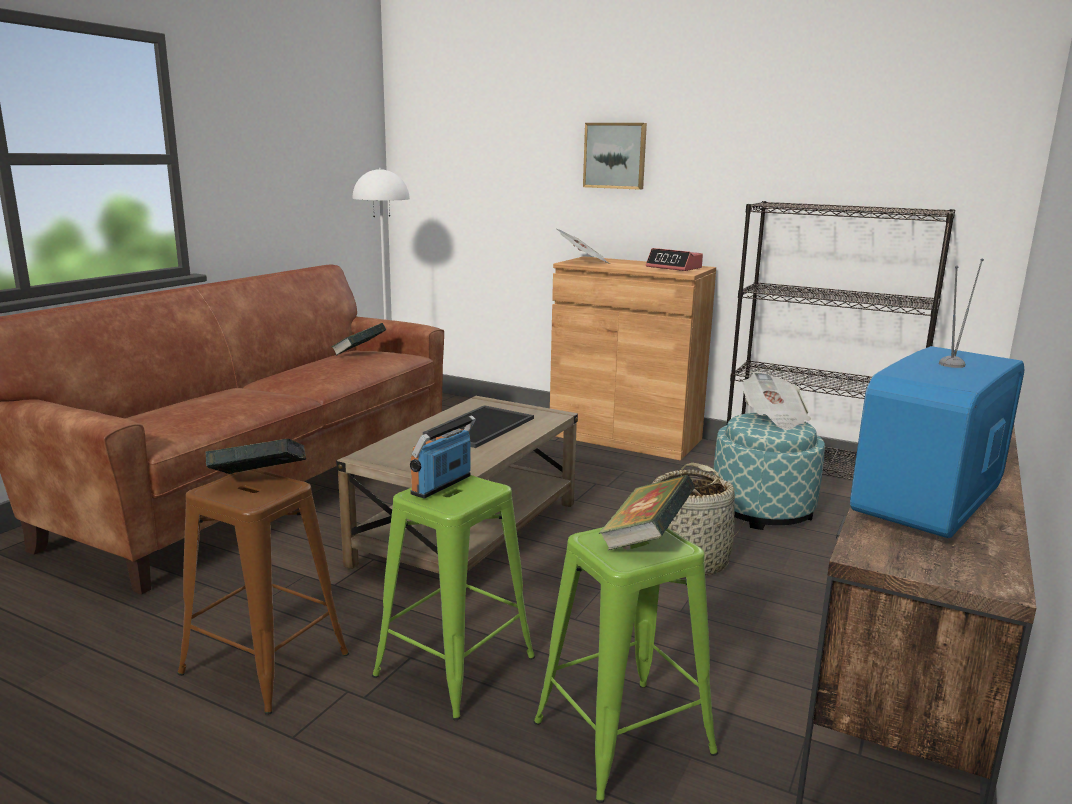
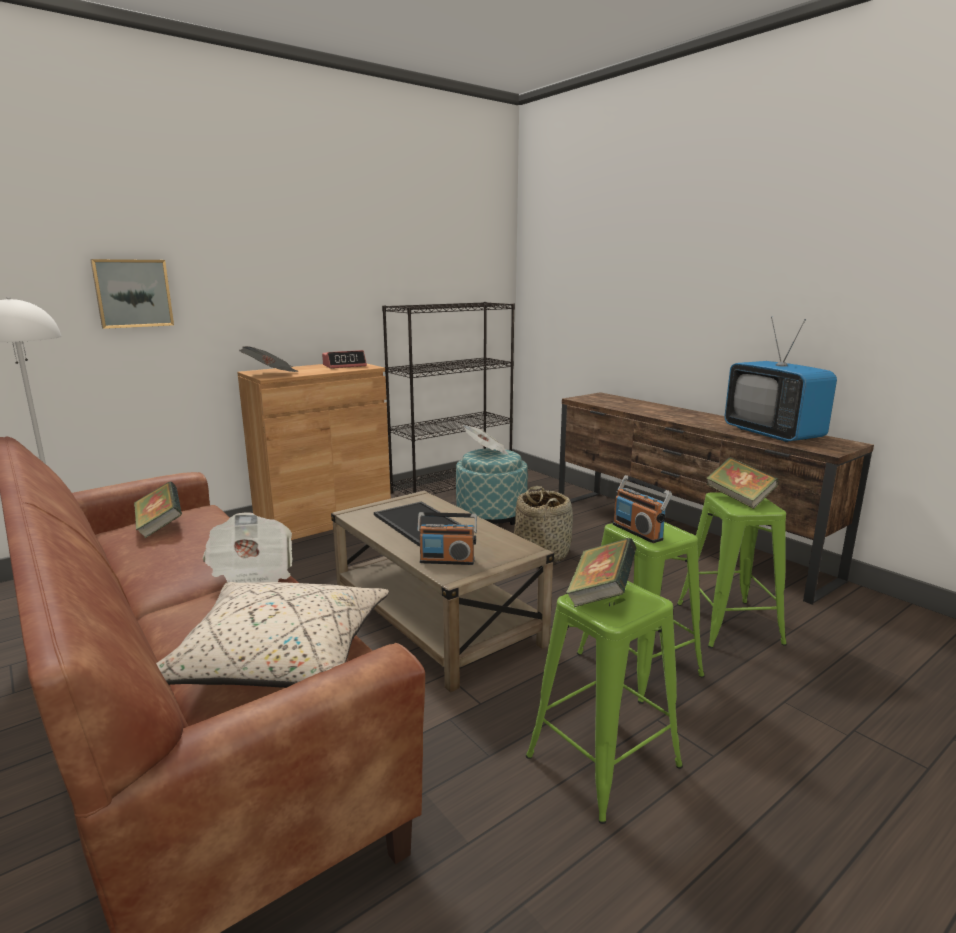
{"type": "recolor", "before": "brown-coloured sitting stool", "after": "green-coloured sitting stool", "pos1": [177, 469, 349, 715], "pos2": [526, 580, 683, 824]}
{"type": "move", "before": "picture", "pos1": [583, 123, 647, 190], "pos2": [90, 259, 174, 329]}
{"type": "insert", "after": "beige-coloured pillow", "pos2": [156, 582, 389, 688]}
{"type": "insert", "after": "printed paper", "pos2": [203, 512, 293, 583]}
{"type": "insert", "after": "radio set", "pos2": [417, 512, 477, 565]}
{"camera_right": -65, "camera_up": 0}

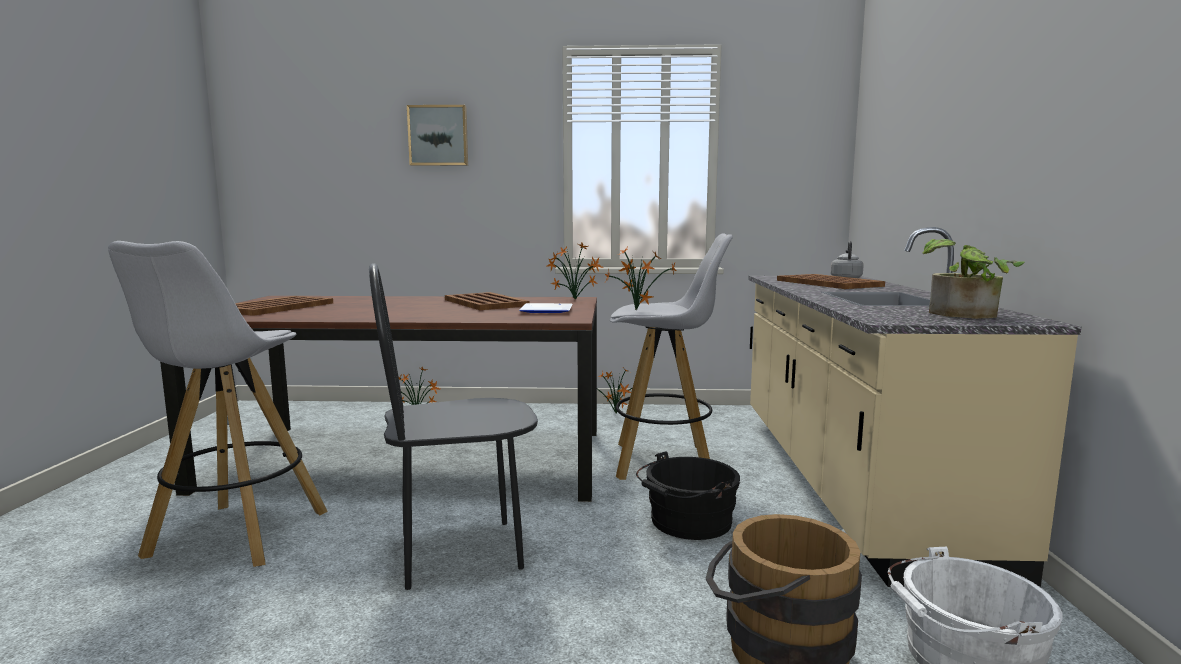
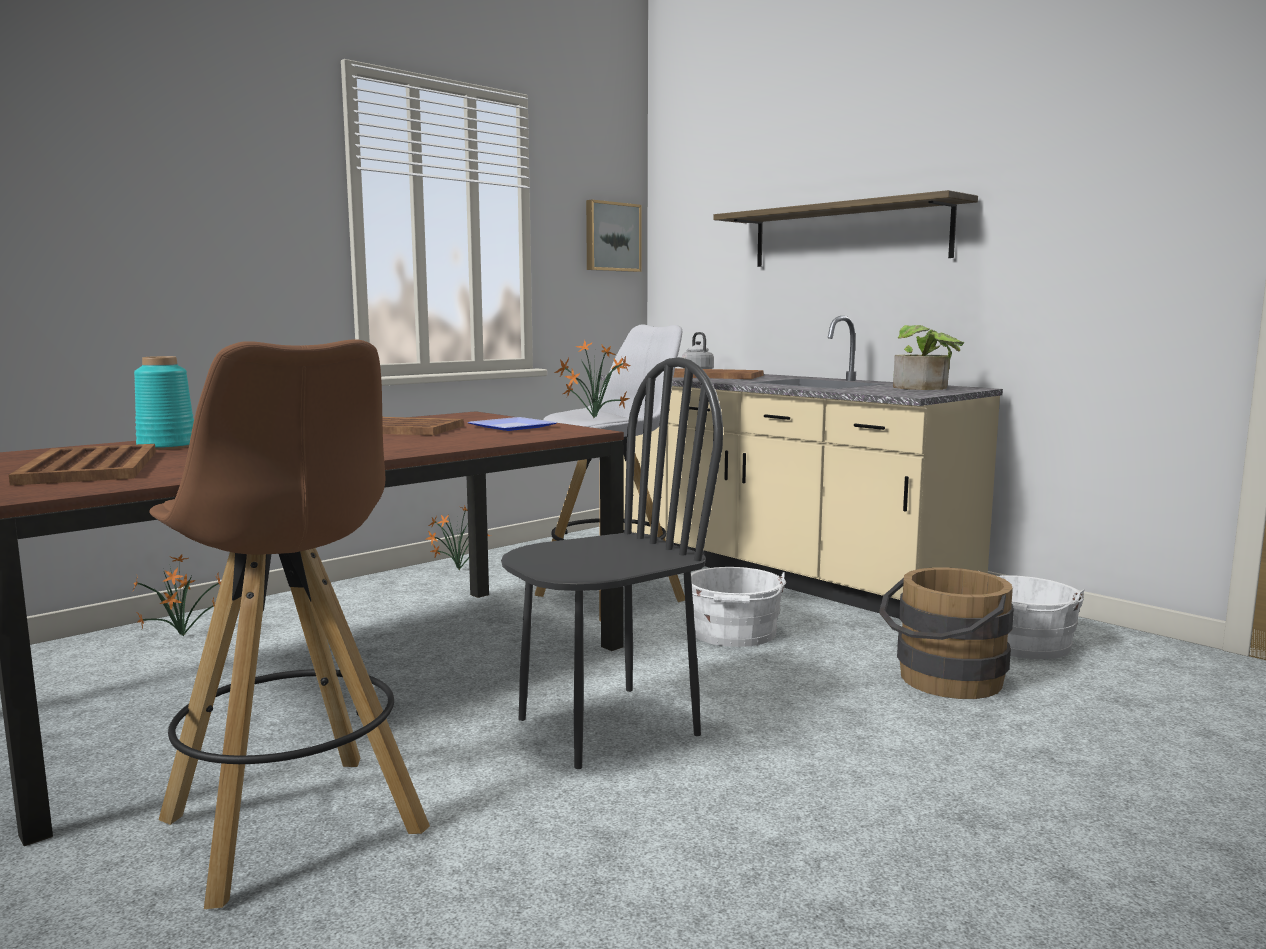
{"type": "recolor", "before": "whitish sitting stool", "after": "brown-coloured sitting stool", "pos1": [108, 241, 328, 567], "pos2": [149, 339, 430, 909]}
{"type": "rotate", "before": "black-coloured chair", "pos1": [369, 263, 538, 590], "pos2": [501, 357, 723, 769], "turn": -150}
{"type": "move", "before": "picture", "pos1": [407, 105, 468, 166], "pos2": [586, 200, 642, 272]}
{"type": "delete", "before": "plant in a pot", "pos1": [547, 243, 604, 300]}
{"type": "recolor", "before": "black-coloured bucket", "after": "whitish bucket", "pos1": [636, 451, 740, 540], "pos2": [683, 567, 786, 647]}
{"type": "insert", "after": "turquoise-coloured flower vase", "pos2": [134, 356, 194, 450]}
{"type": "insert", "after": "shelf", "pos2": [713, 190, 978, 267]}
{"camera_right": -45, "camera_up": 0}

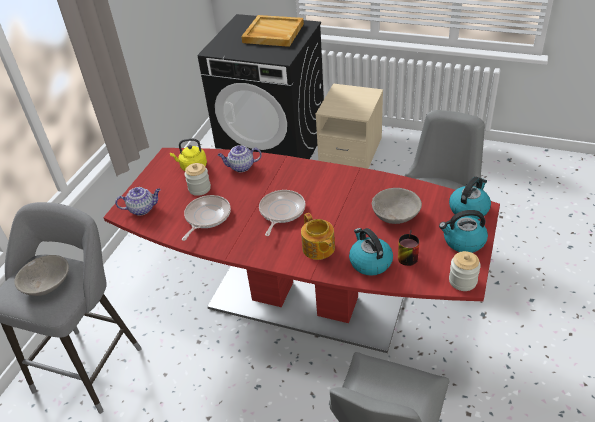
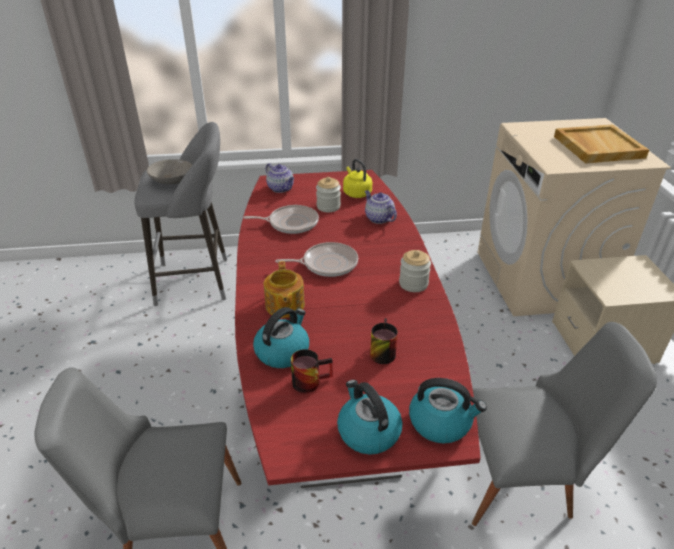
{"type": "recolor", "before": "black-coloured laundry appliance", "after": "beige-coloured laundry appliance", "pos1": [198, 14, 324, 159], "pos2": [477, 118, 671, 316]}
{"type": "rotate", "before": "pot for tea", "pos1": [301, 213, 335, 260], "pos2": [264, 261, 305, 318], "turn": -45}
{"type": "replace", "before": "gray bowl", "after": "coffee mug", "pos1": [372, 188, 422, 224], "pos2": [370, 318, 398, 364]}
{"type": "move", "before": "preserve jar", "pos1": [449, 251, 481, 291], "pos2": [399, 250, 431, 292]}
{"camera_right": 60, "camera_up": -5}

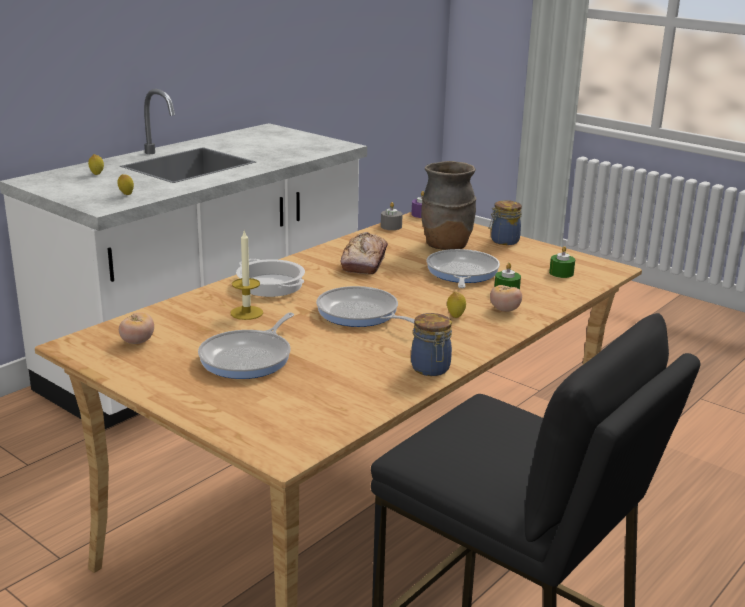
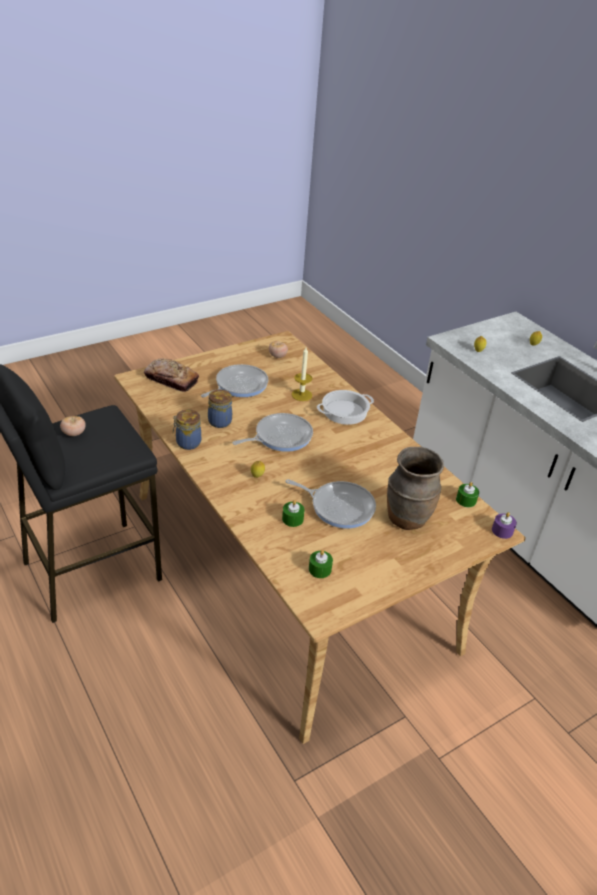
{"type": "rotate", "before": "pan", "pos1": [198, 313, 294, 379], "pos2": [201, 364, 269, 398], "turn": 90}
{"type": "move", "before": "bakery bread", "pos1": [340, 232, 388, 274], "pos2": [144, 358, 199, 392]}
{"type": "recolor", "before": "gray candle", "after": "green-coloured candle", "pos1": [381, 202, 403, 230], "pos2": [456, 482, 479, 508]}
{"type": "move", "before": "preserve jar", "pos1": [489, 200, 522, 245], "pos2": [208, 389, 232, 428]}
{"type": "move", "before": "whole tomato", "pos1": [490, 285, 522, 312], "pos2": [60, 416, 86, 436]}
{"camera_right": 105, "camera_up": 15}

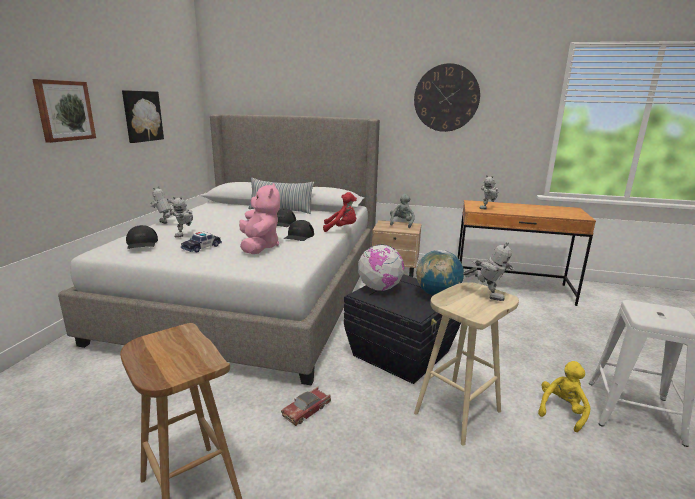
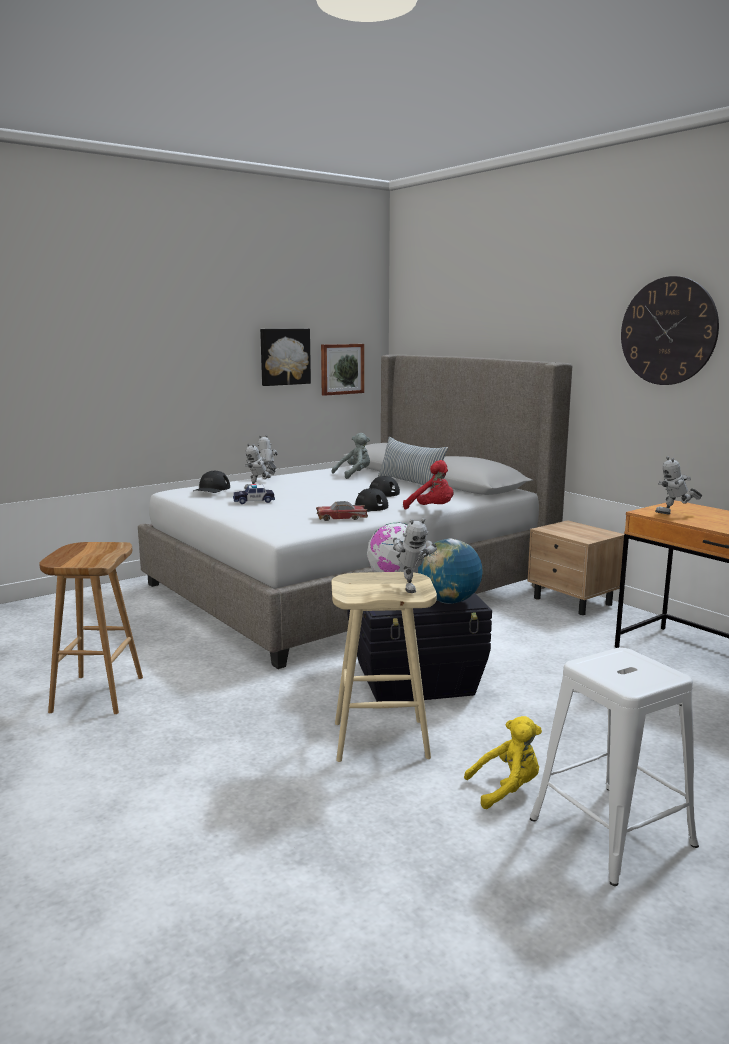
{"type": "move", "before": "picture", "pos1": [32, 79, 96, 143], "pos2": [321, 344, 364, 396]}
{"type": "delete", "before": "pink-coloured soft toy", "pos1": [239, 183, 280, 254]}
{"type": "move", "before": "toy car", "pos1": [281, 387, 331, 426], "pos2": [316, 501, 368, 521]}
{"type": "move", "before": "gray soft toy", "pos1": [390, 194, 415, 228], "pos2": [331, 433, 370, 479]}
{"camera_right": 40, "camera_up": -5}

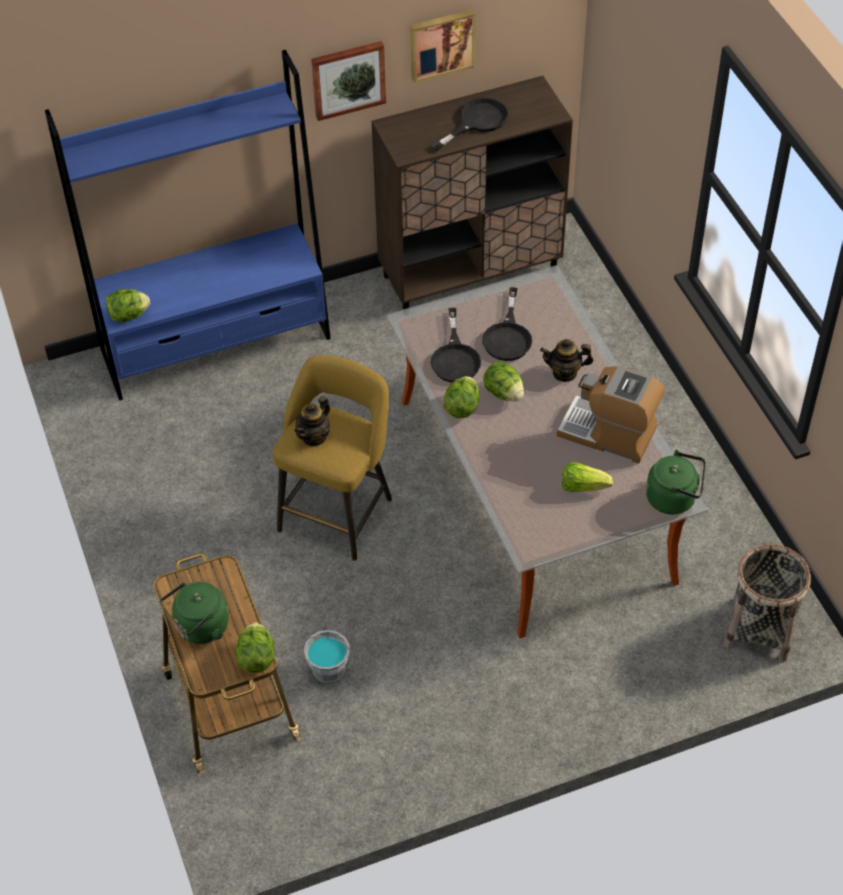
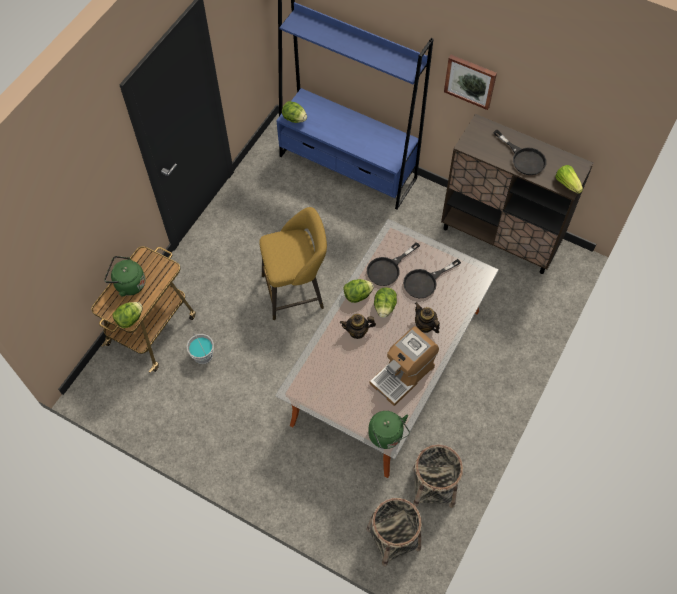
{"type": "move", "before": "pot for tea", "pos1": [294, 396, 330, 447], "pos2": [340, 314, 376, 339]}
{"type": "delete", "before": "picture", "pos1": [410, 9, 476, 83]}
{"type": "rotate", "before": "black-coloured pan", "pos1": [431, 98, 508, 151], "pos2": [493, 130, 546, 175], "turn": 45}
{"type": "rotate", "before": "coffee maker", "pos1": [557, 366, 665, 463], "pos2": [369, 326, 439, 406], "turn": -120}
{"type": "move", "before": "head of lettuce", "pos1": [562, 462, 613, 492], "pos2": [555, 165, 583, 194]}
{"type": "insert", "after": "basket", "pos2": [413, 444, 463, 508]}
{"camera_right": 50, "camera_up": 10}

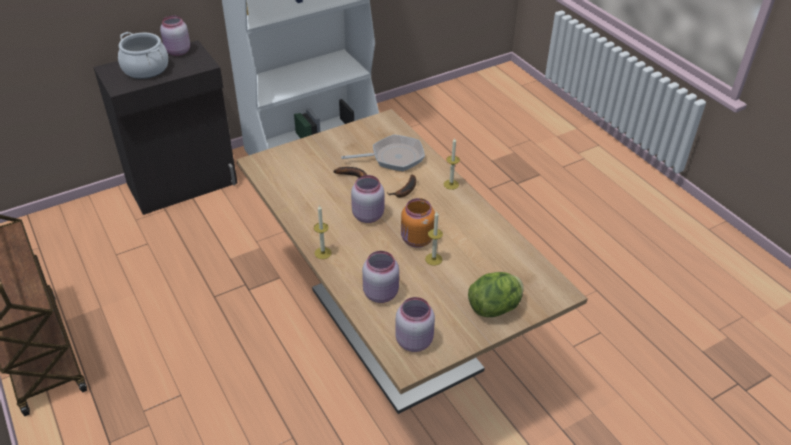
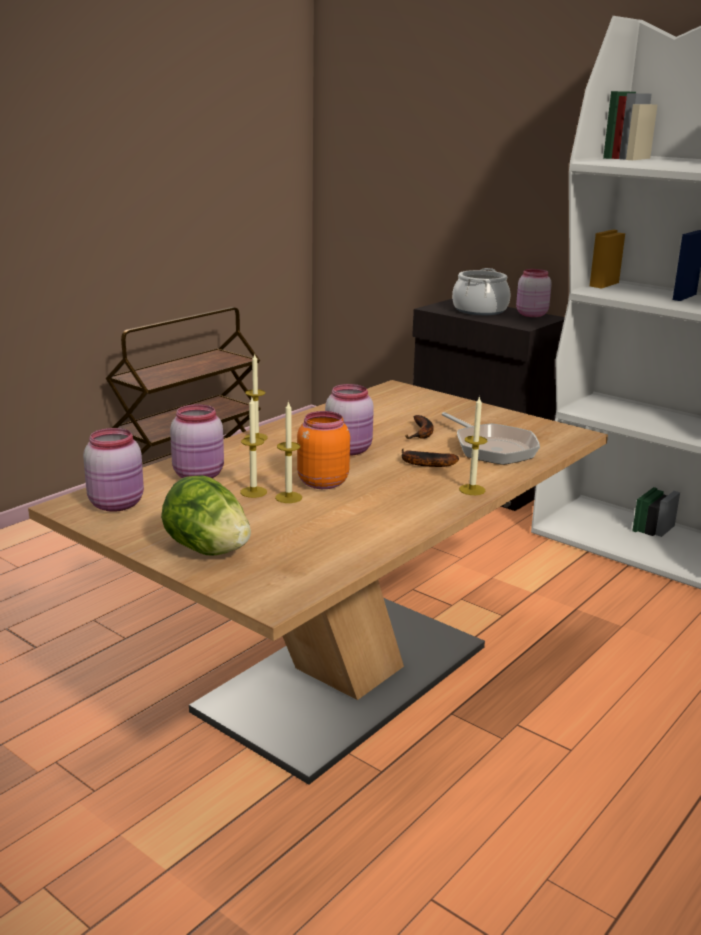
{"type": "insert", "after": "candle", "pos2": [240, 398, 267, 498]}
{"camera_right": 70, "camera_up": -20}

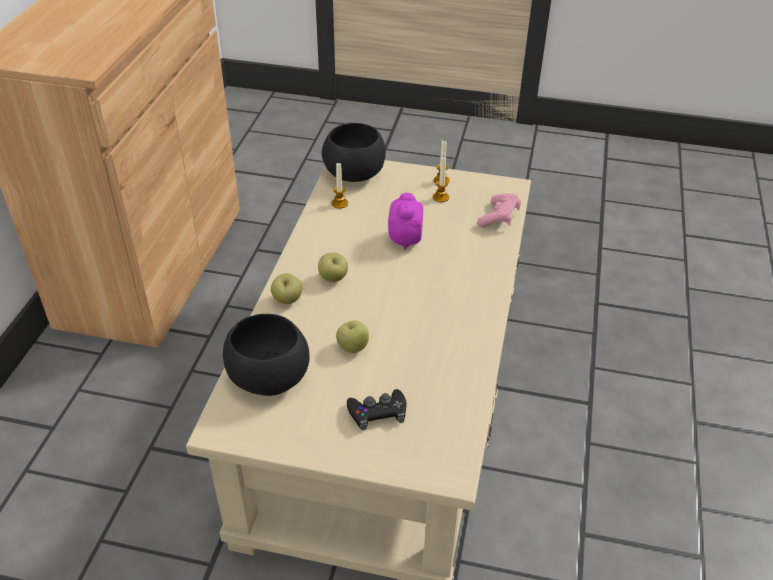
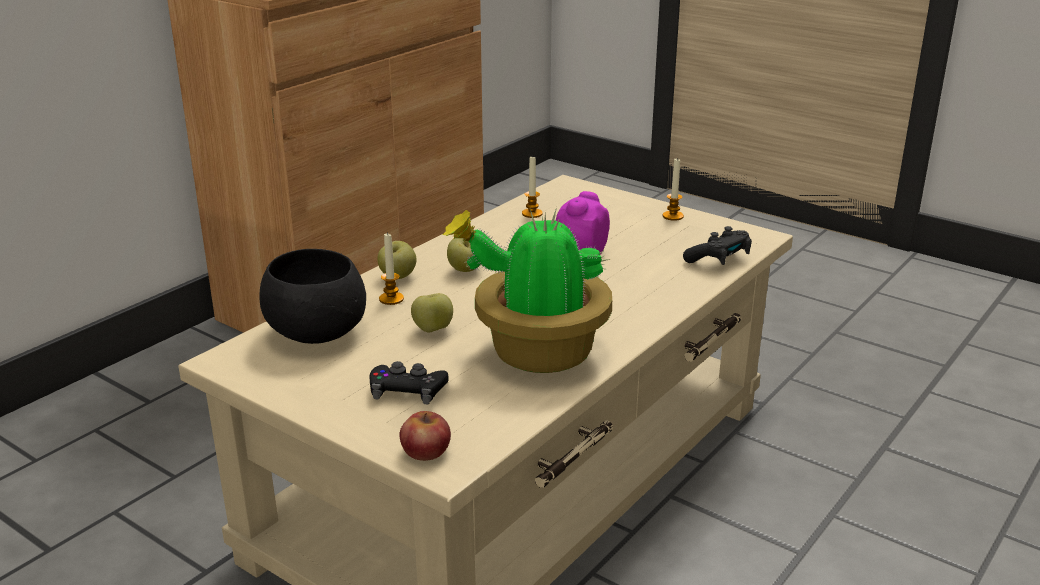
{"type": "delete", "before": "black-coloured bowl", "pos1": [322, 123, 386, 182]}
{"type": "move", "before": "candle", "pos1": [433, 157, 449, 202], "pos2": [379, 232, 404, 305]}
{"type": "recolor", "before": "pink-coloured game controller", "after": "black-coloured game controller", "pos1": [477, 194, 521, 228], "pos2": [683, 226, 752, 265]}
{"type": "insert", "after": "apple fruit", "pos2": [400, 411, 451, 461]}
{"type": "insert", "after": "plant in a pot", "pos2": [442, 207, 612, 373]}
{"camera_right": 25, "camera_up": -15}

